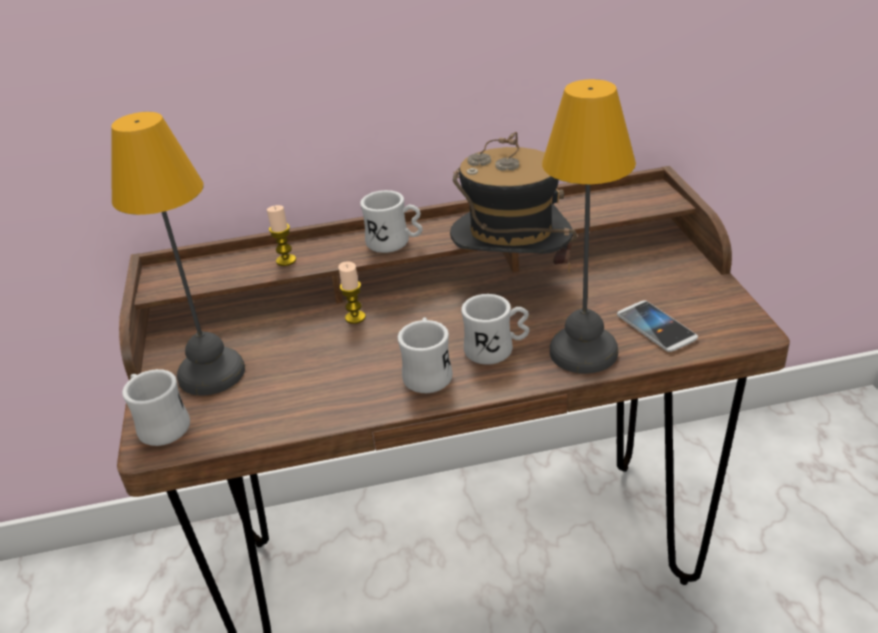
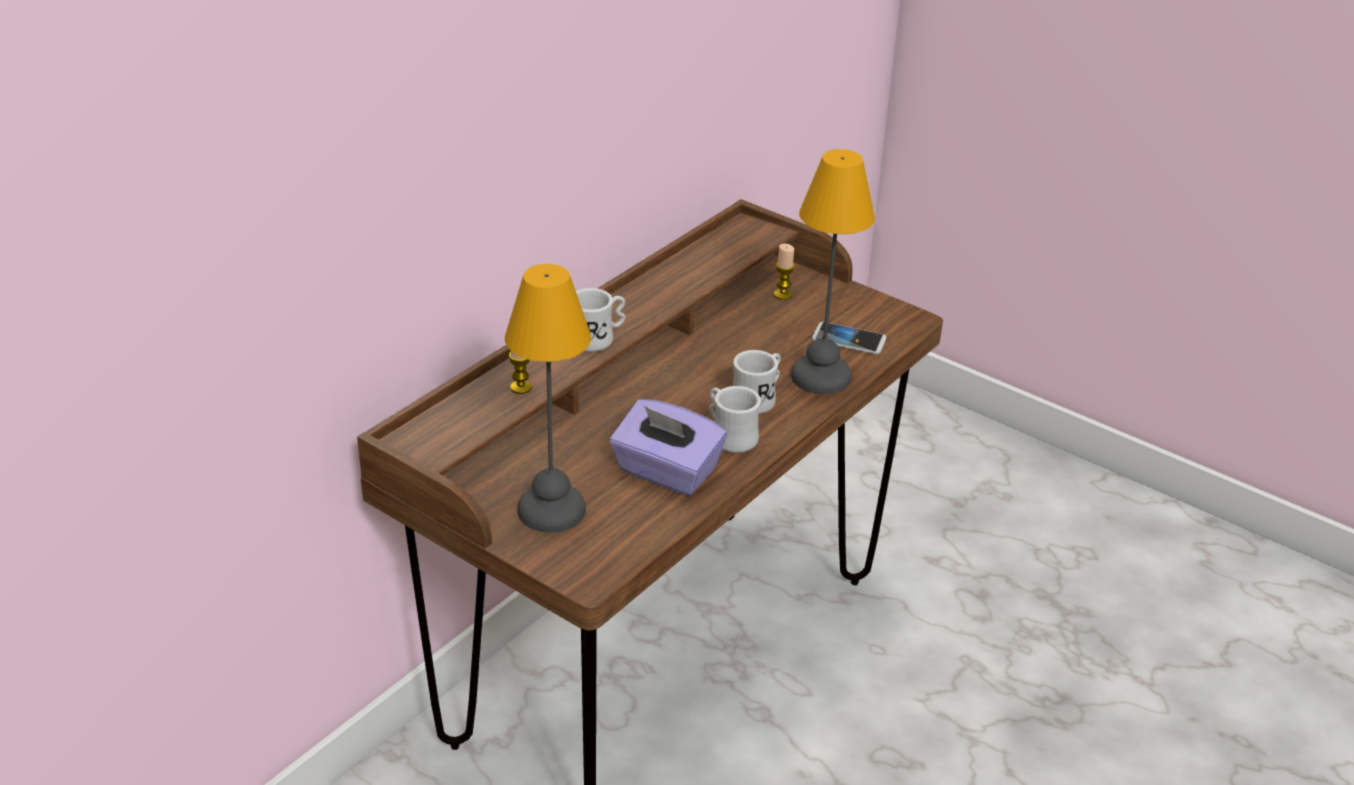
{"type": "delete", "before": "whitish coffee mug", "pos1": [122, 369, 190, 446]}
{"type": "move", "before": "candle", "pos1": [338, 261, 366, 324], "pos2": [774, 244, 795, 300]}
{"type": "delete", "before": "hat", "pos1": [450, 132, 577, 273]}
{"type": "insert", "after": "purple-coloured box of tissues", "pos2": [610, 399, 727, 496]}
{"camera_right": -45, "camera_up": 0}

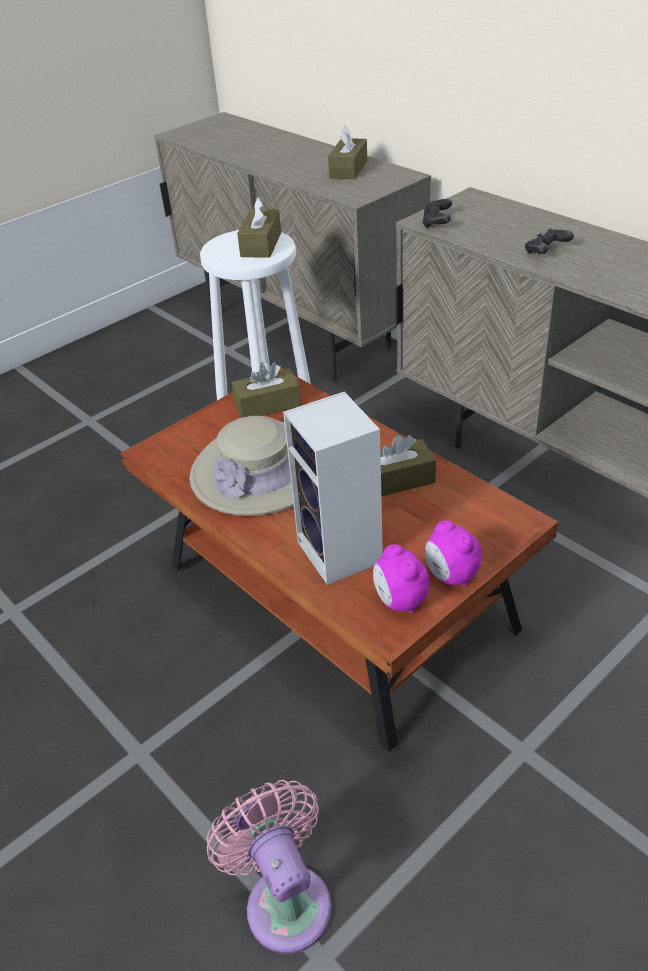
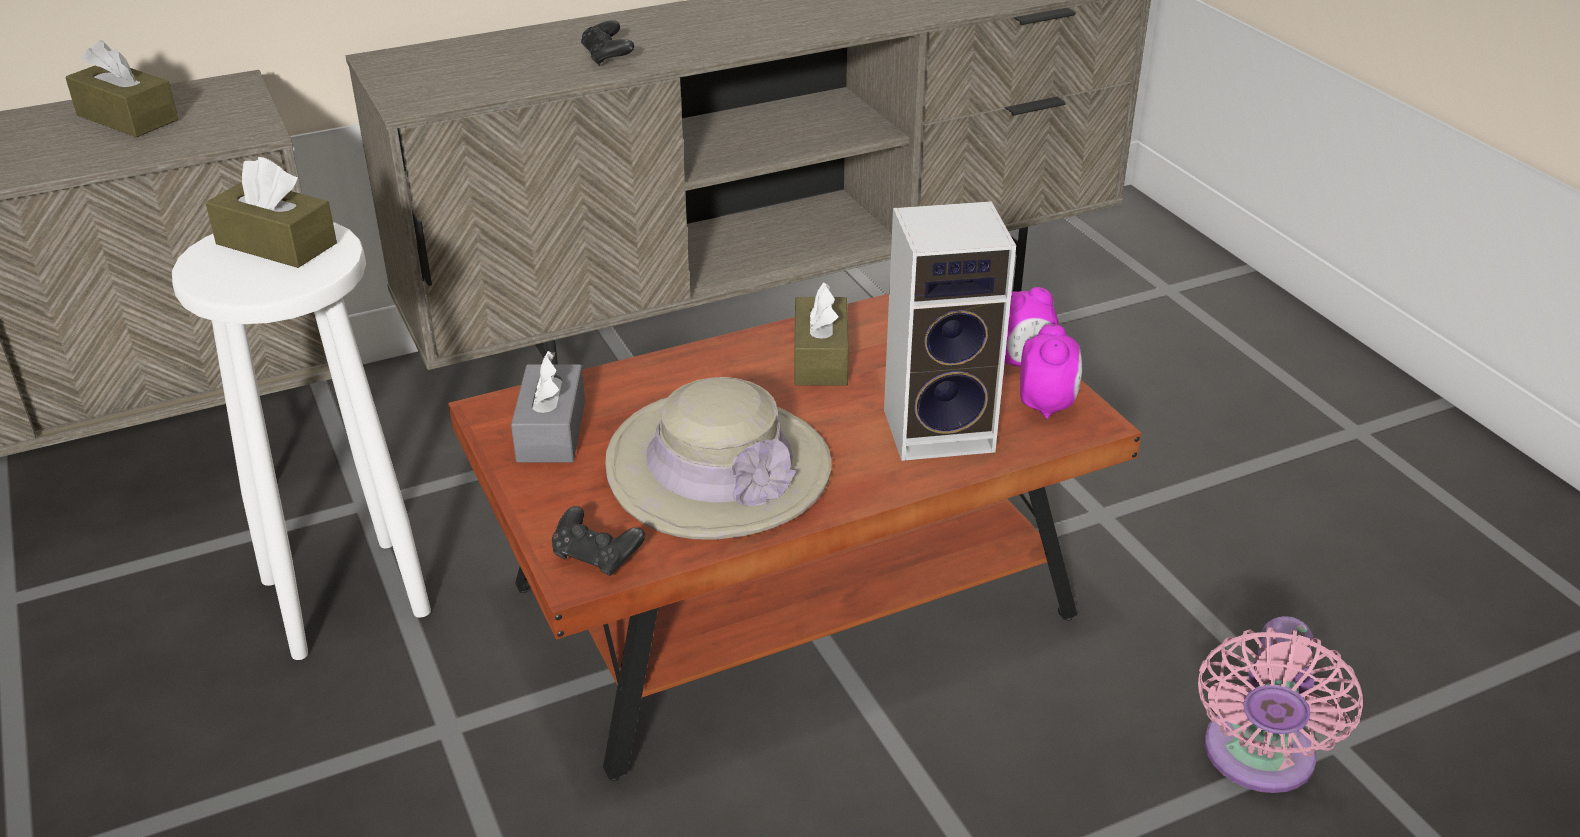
{"type": "rotate", "before": "pink-coloured fan", "pos1": [207, 780, 332, 954], "pos2": [1198, 616, 1363, 793], "turn": -60}
{"type": "recolor", "before": "brown-coloured box of tissues", "after": "gray box of tissues", "pos1": [232, 362, 301, 418], "pos2": [511, 351, 585, 463]}
{"type": "rotate", "before": "table clock", "pos1": [373, 544, 430, 614], "pos2": [1020, 324, 1082, 419], "turn": -75}
{"type": "move", "before": "black-coloured game controller", "pos1": [422, 199, 452, 228], "pos2": [552, 506, 645, 576]}
{"camera_right": -75, "camera_up": -5}

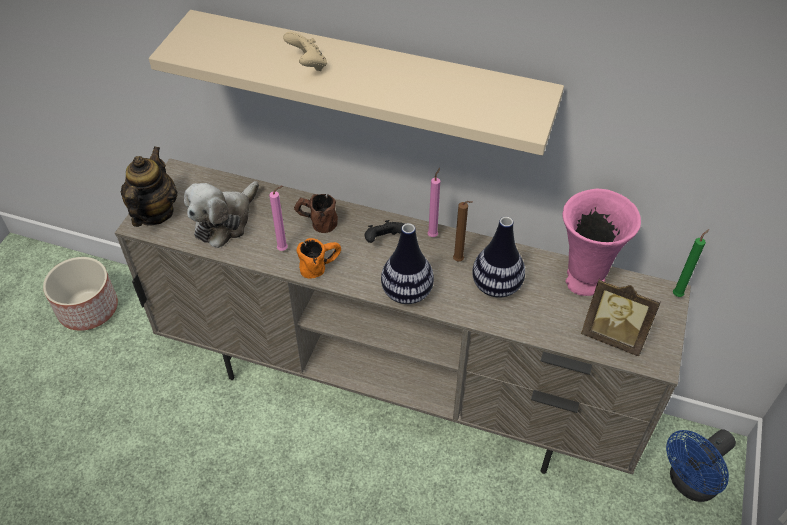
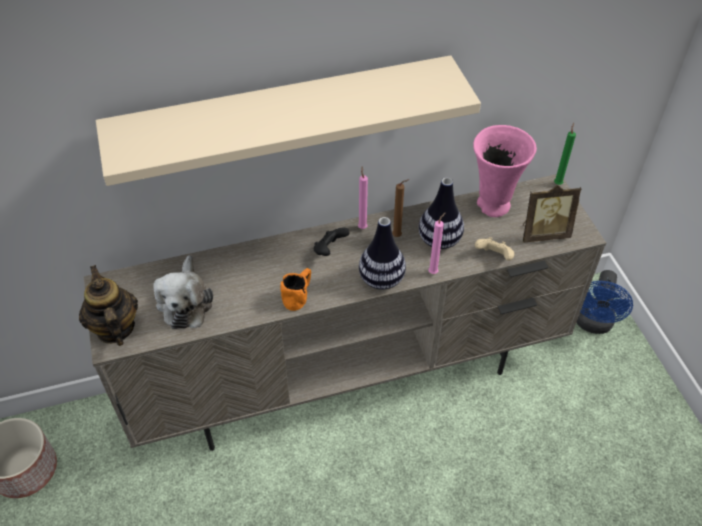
{"type": "move", "before": "pink-coloured candle", "pos1": [269, 186, 288, 251], "pos2": [428, 212, 446, 274]}
{"type": "move", "before": "beige-coloured game controller", "pos1": [283, 32, 327, 71], "pos2": [475, 237, 514, 261]}
{"type": "delete", "before": "brown-coloured coffee mug", "pos1": [294, 194, 338, 233]}
{"camera_right": -35, "camera_up": 0}

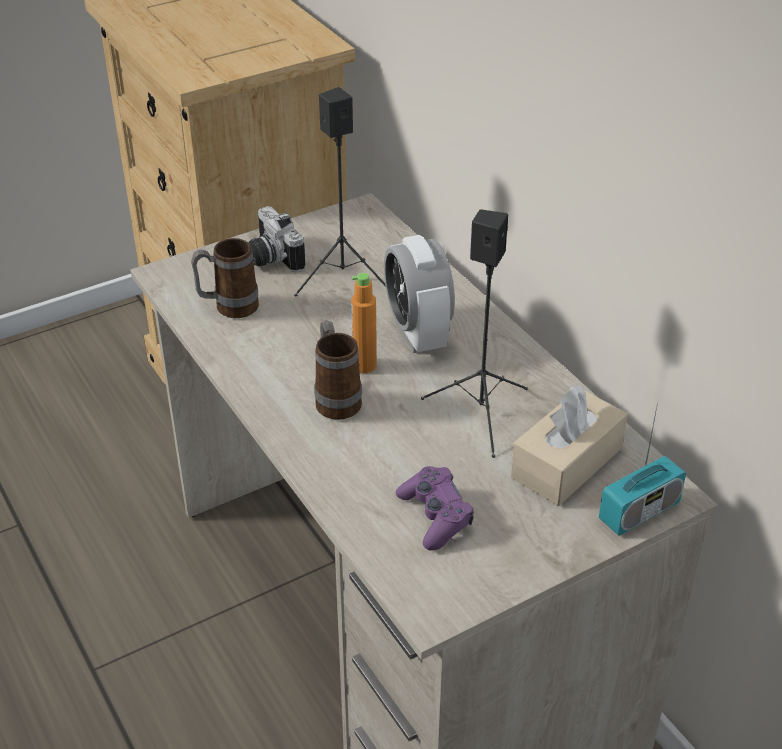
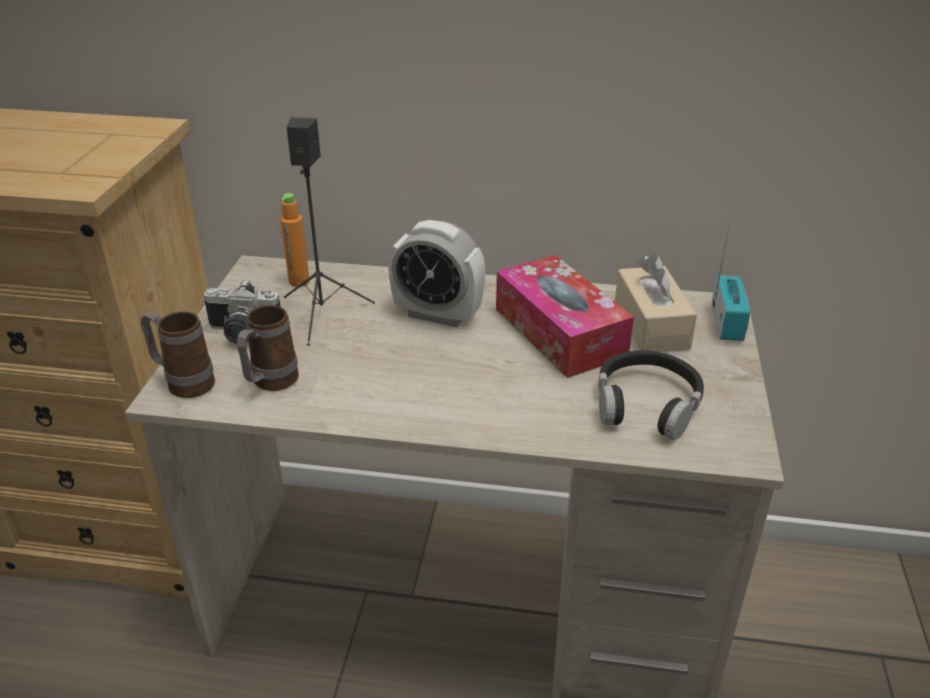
{"type": "move", "before": "coffee mug", "pos1": [314, 320, 362, 420], "pos2": [141, 311, 215, 398]}
{"type": "move", "before": "orangey drink bottle", "pos1": [351, 273, 377, 373], "pos2": [280, 193, 309, 287]}
{"type": "replace", "before": "purple-coloured game controller", "after": "black-coloured pair of headphones", "pos1": [396, 466, 474, 550], "pos2": [598, 350, 704, 440]}
{"type": "replace", "before": "black-coloured loudspeaker", "after": "box of tissues", "pos1": [421, 209, 528, 458], "pos2": [496, 255, 634, 378]}
{"camera_right": -50, "camera_up": -5}

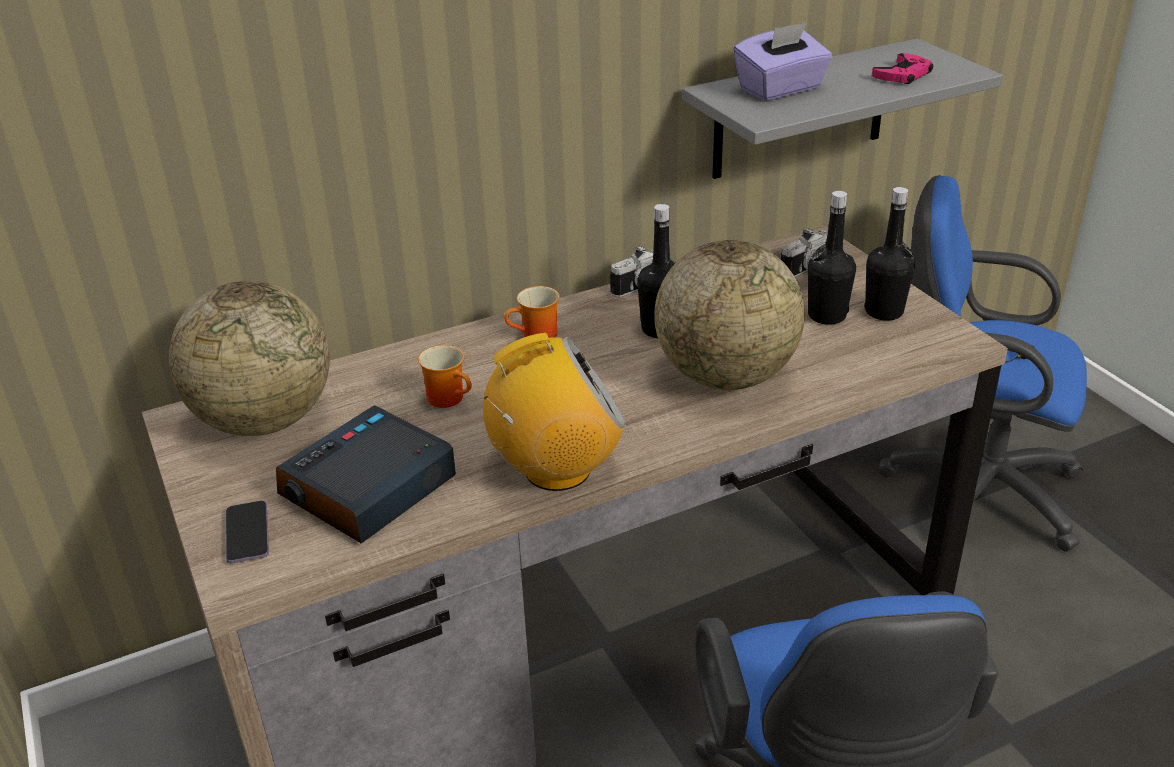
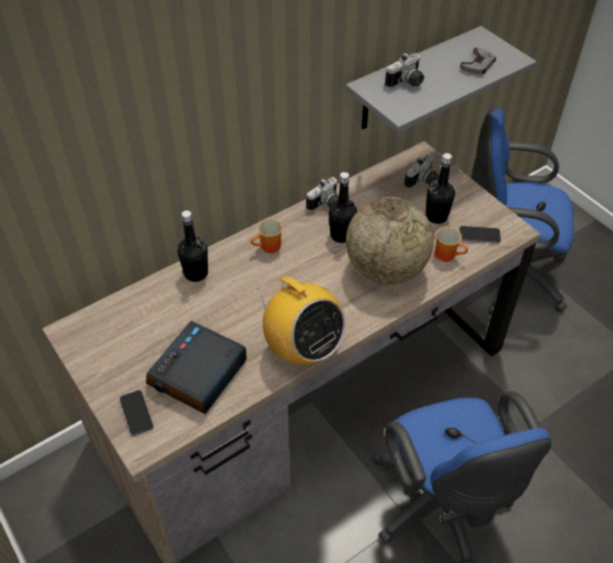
{"type": "delete", "before": "world globe", "pos1": [169, 281, 330, 436]}
{"type": "move", "before": "coffee mug", "pos1": [418, 345, 472, 408], "pos2": [435, 227, 468, 262]}
{"type": "rotate", "before": "radio set", "pos1": [483, 333, 626, 491], "pos2": [258, 277, 346, 365], "turn": 75}
{"type": "replace", "before": "purple-coloured box of tissues", "after": "still camera", "pos1": [733, 22, 833, 101], "pos2": [385, 53, 424, 88]}
{"type": "move", "before": "black-coloured drink bottle", "pos1": [864, 187, 915, 321], "pos2": [177, 210, 208, 282]}
{"type": "recolor", "before": "pink-coloured game controller", "after": "gray game controller", "pos1": [872, 53, 933, 84], "pos2": [460, 47, 496, 74]}
{"type": "insert", "after": "telephone", "pos2": [459, 226, 501, 243]}
{"camera_right": -10, "camera_up": 15}

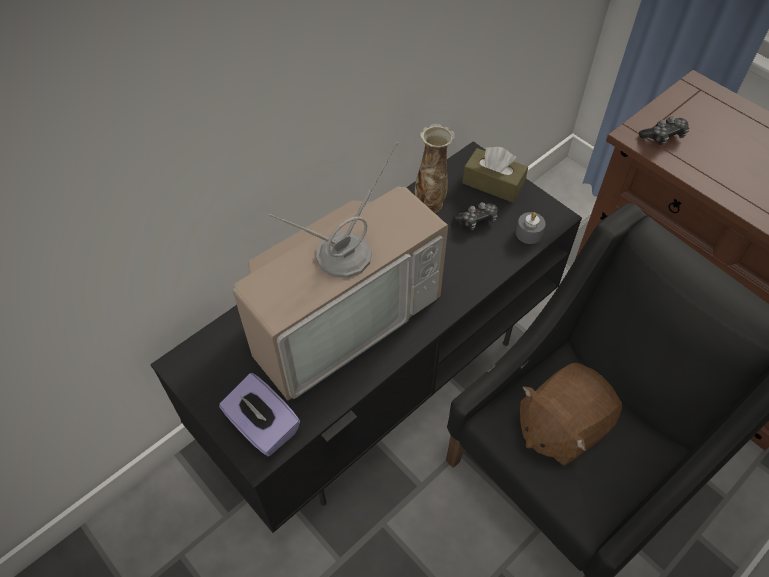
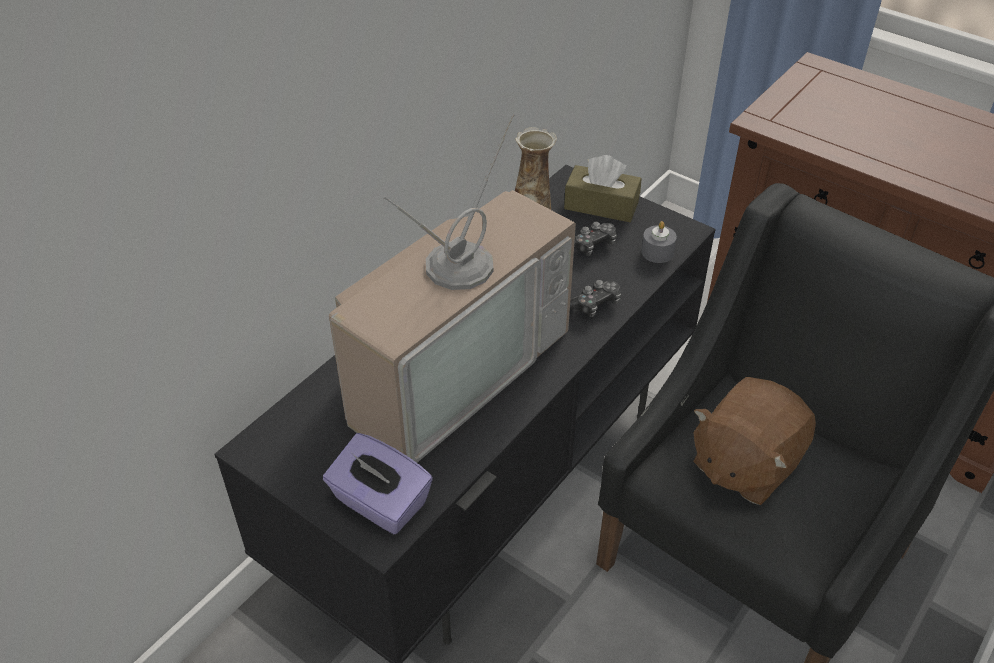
{"type": "move", "before": "game controller", "pos1": [639, 116, 689, 146], "pos2": [570, 280, 621, 317]}
{"camera_right": -10, "camera_up": -10}

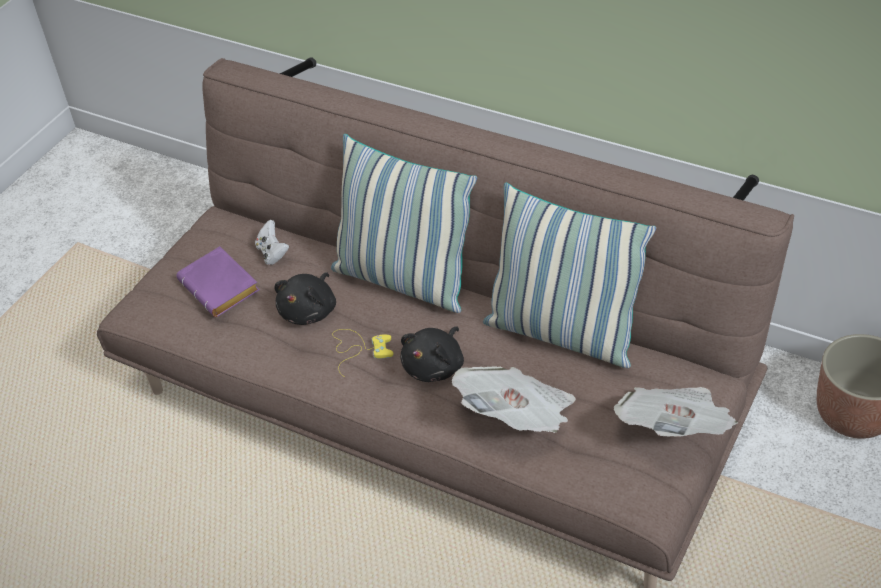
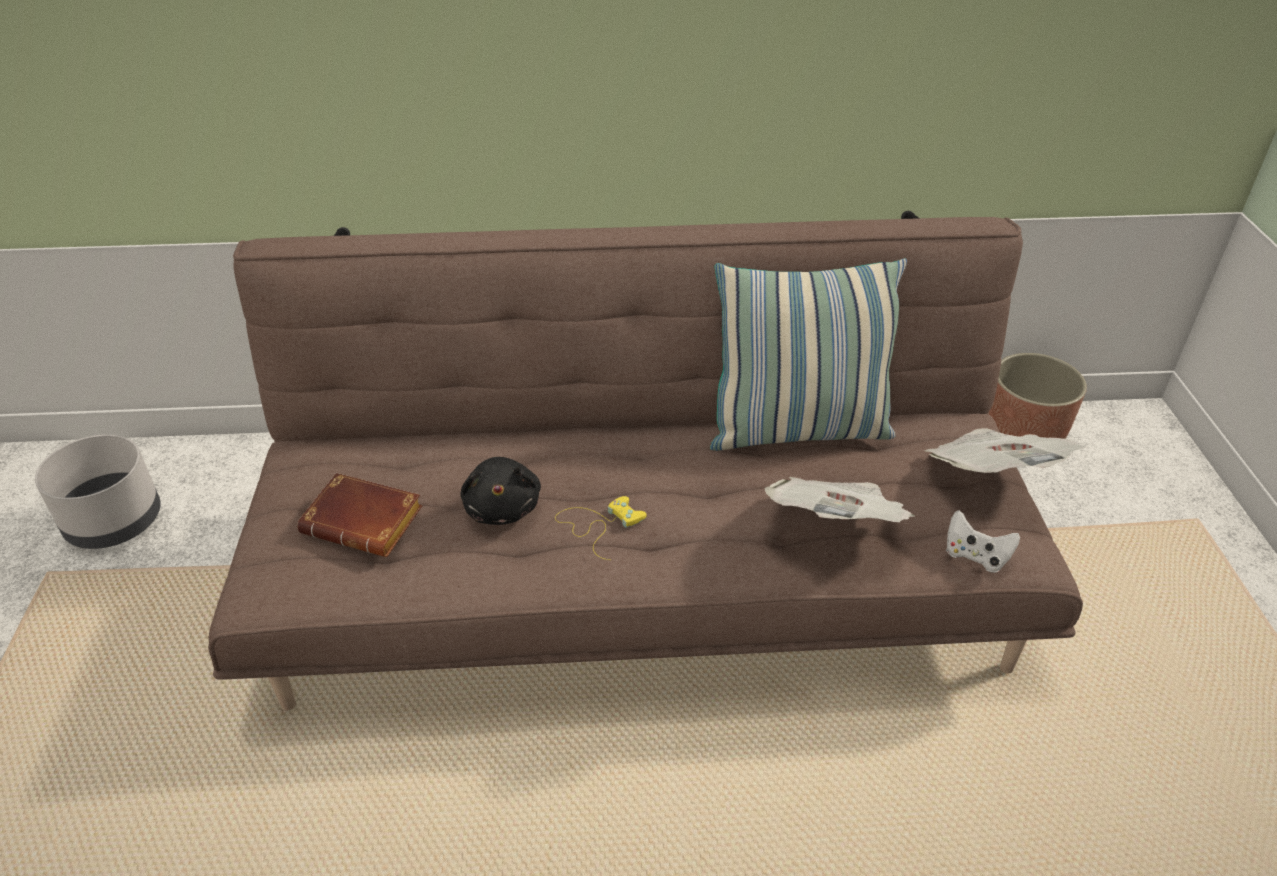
{"type": "recolor", "before": "purple-coloured volume", "after": "brown-coloured volume", "pos1": [176, 246, 259, 317], "pos2": [297, 473, 422, 557]}
{"type": "move", "before": "whitish game controller", "pos1": [255, 220, 289, 265], "pos2": [946, 510, 1020, 573]}
{"type": "delete", "before": "pillow", "pos1": [331, 134, 477, 313]}
{"type": "delete", "before": "black-coloured soft toy", "pos1": [400, 326, 464, 382]}
{"type": "insert", "after": "gray planter", "pos2": [35, 434, 161, 549]}
{"camera_right": -35, "camera_up": -5}

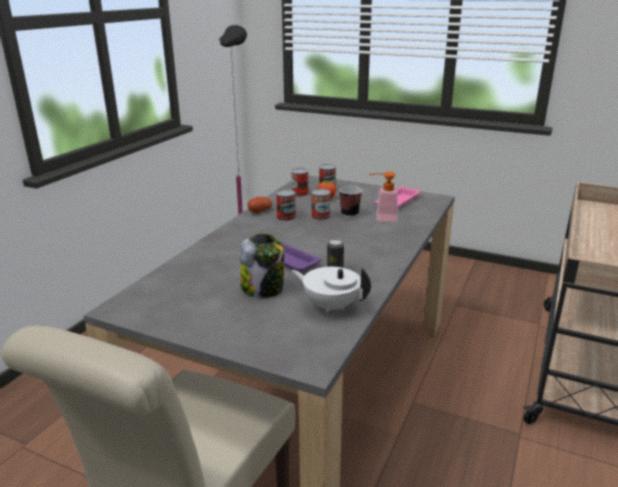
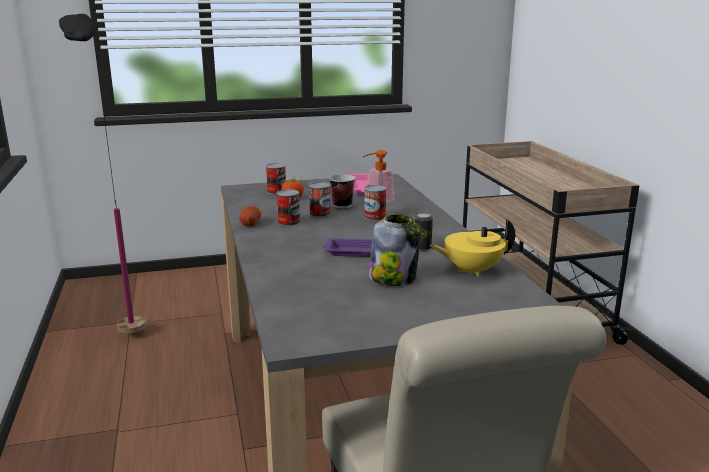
{"type": "move", "before": "metal can", "pos1": [291, 168, 309, 196], "pos2": [364, 185, 386, 221]}
{"type": "recolor", "before": "whitish pot for tea", "after": "yellowish pot for tea", "pos1": [292, 267, 371, 313], "pos2": [430, 219, 515, 276]}
{"camera_right": -40, "camera_up": -5}

